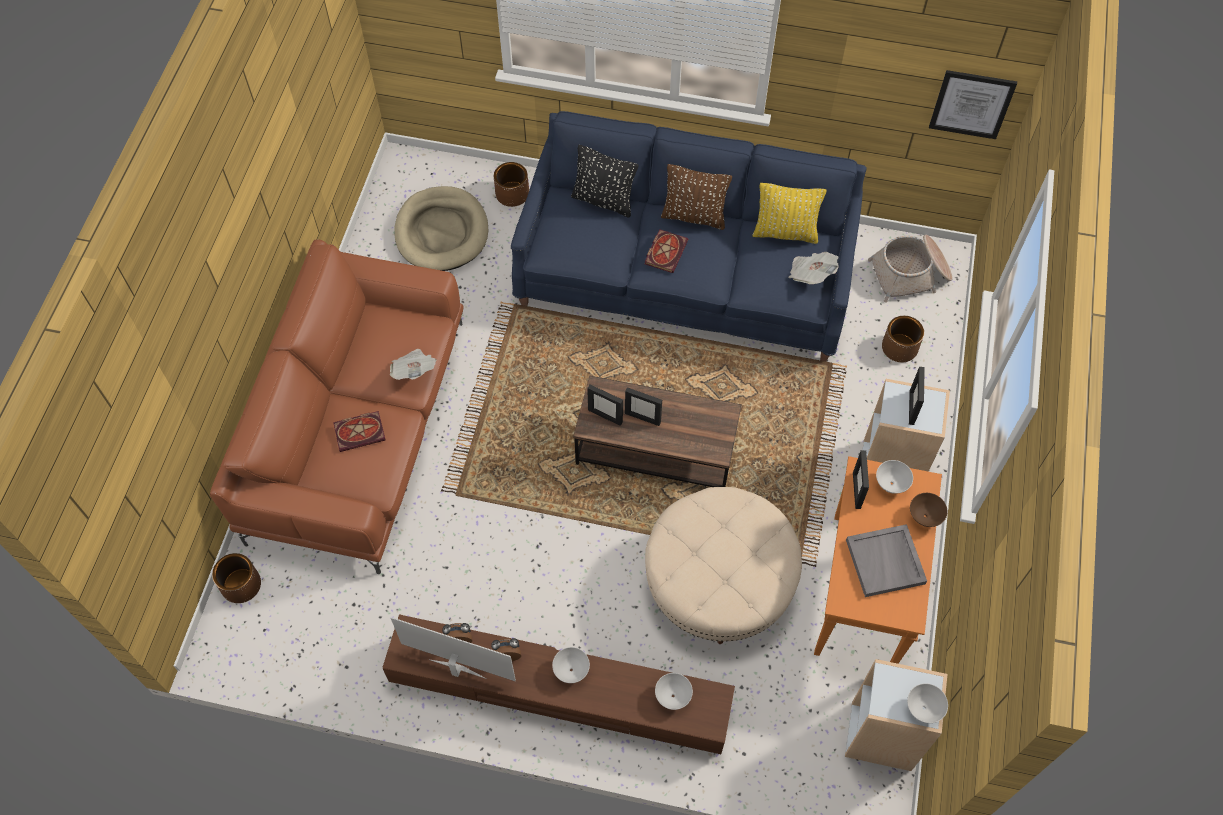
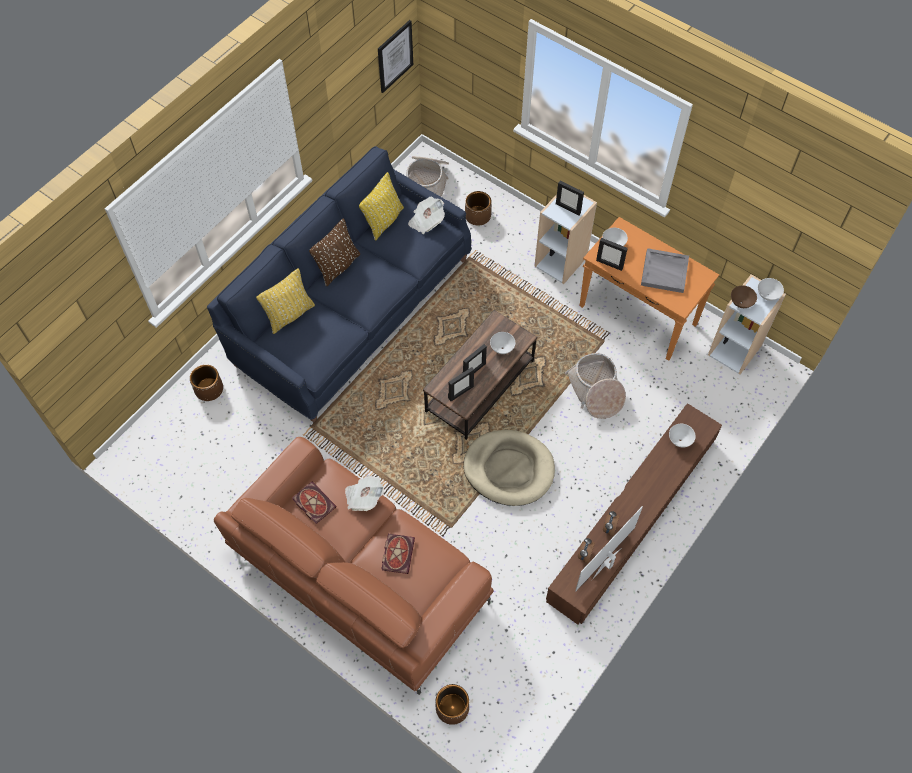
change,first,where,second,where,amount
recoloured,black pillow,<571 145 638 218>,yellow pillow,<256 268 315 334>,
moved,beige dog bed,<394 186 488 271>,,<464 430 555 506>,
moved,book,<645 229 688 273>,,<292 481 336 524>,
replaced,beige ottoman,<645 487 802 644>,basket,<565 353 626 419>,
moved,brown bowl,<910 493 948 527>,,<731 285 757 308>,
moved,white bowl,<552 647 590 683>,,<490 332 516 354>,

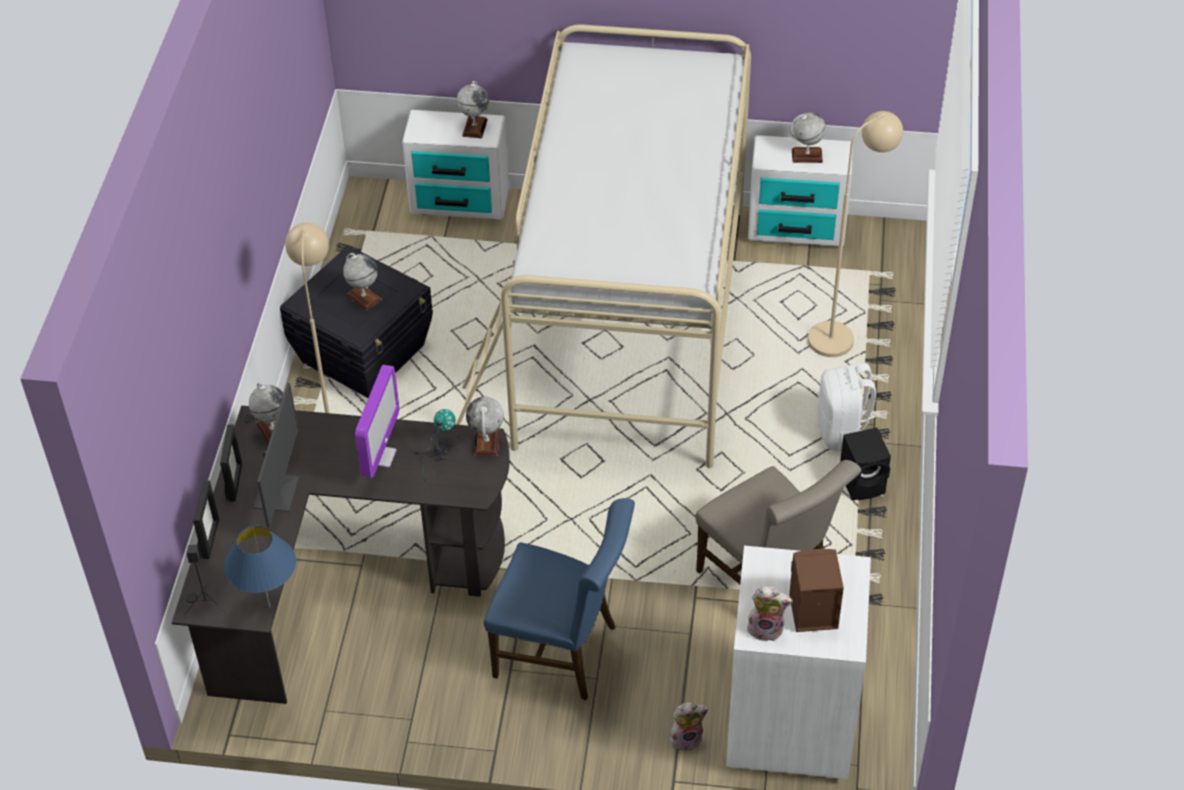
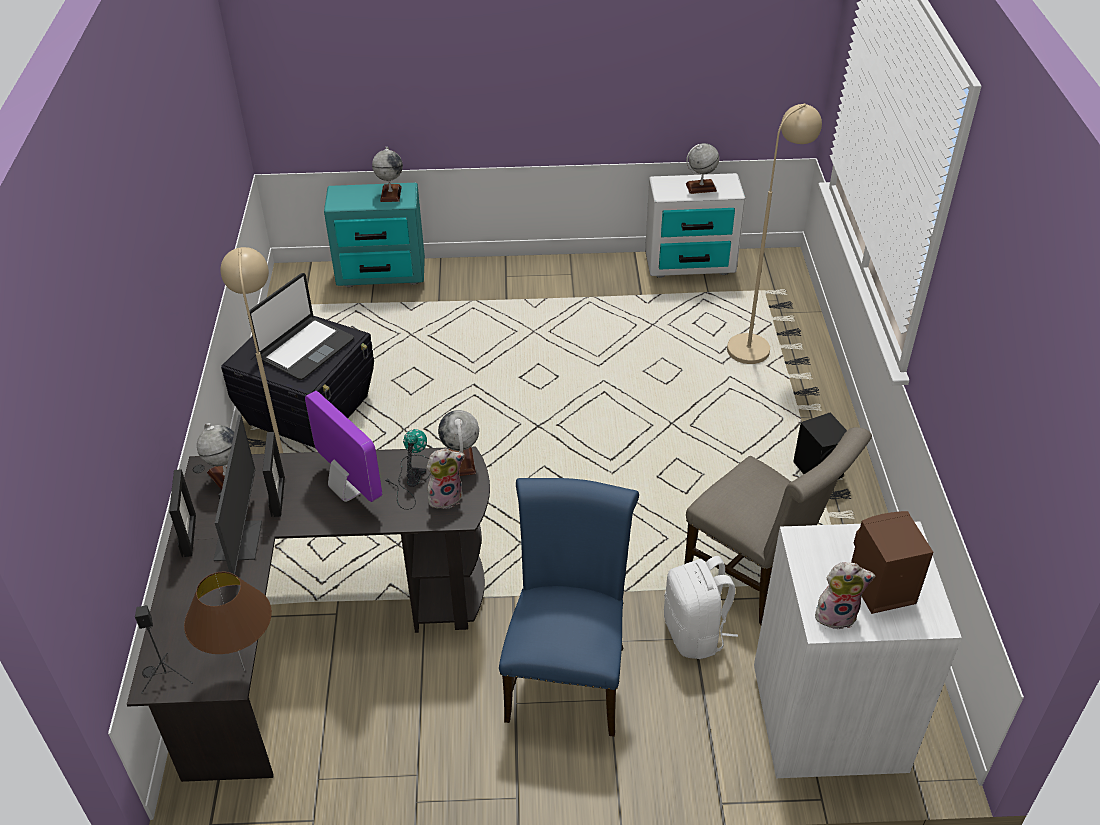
change,first,where,second,where,amount
removed,beige bed,<456 24 751 468>,,,
recoloured,white nightstand,<402 110 509 220>,turquoise nightstand,<324 183 425 288>,
replaced,globe,<343 253 382 311>,laptop,<248 273 354 380>,
moved,white backpack,<817 363 876 452>,,<664 556 738 659>,
turned,monitor,<355 365 399 478>,,<305 391 382 502>,45 degrees counterclockwise
moved,picture frame,<193 480 219 559>,,<263 432 285 517>,
turned,blue chair,<484 498 635 701>,,<499 478 639 737>,90 degrees counterclockwise
recoloured,blue table lamp,<224 526 296 608>,brown table lamp,<184 572 272 671>,
moved,plush toy,<670 703 709 751>,,<427 448 465 511>,

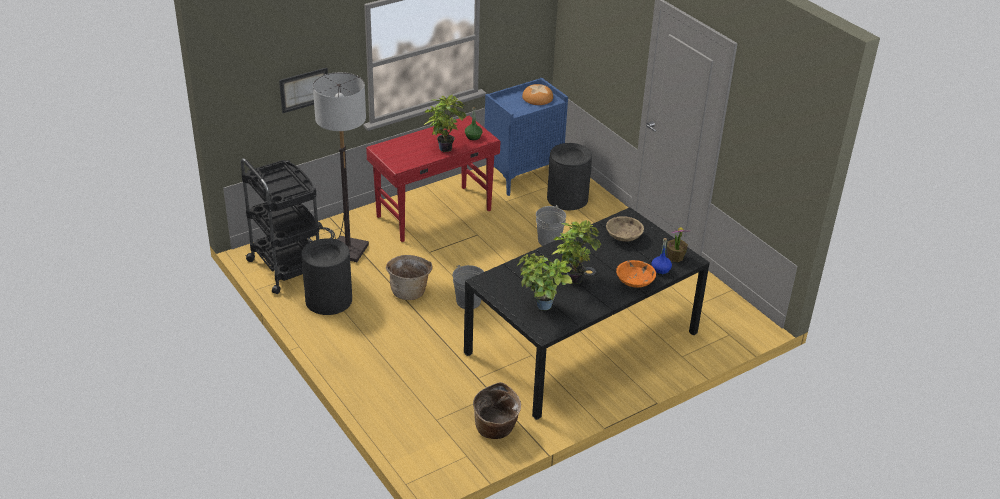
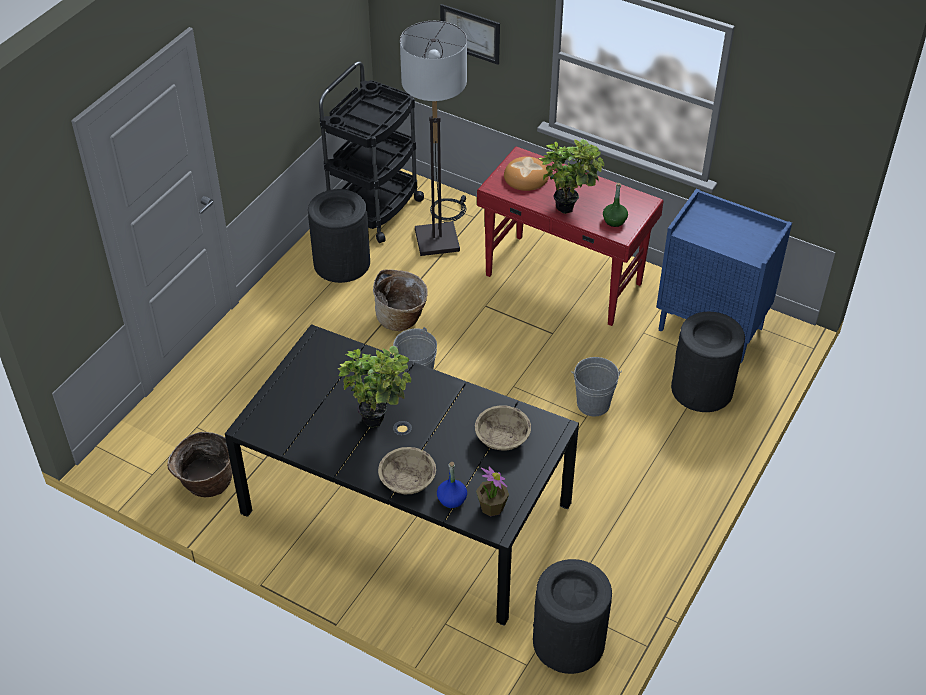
change,first,where,second,where,amount
moved,bread,<522 84 553 105>,,<504 156 549 191>,
removed,potted plant,<517 253 573 310>,,,
recoloured,orange bowl,<616 260 656 288>,beige bowl,<378 447 436 494>,
added,,,black trash can,<533 559 612 674>,

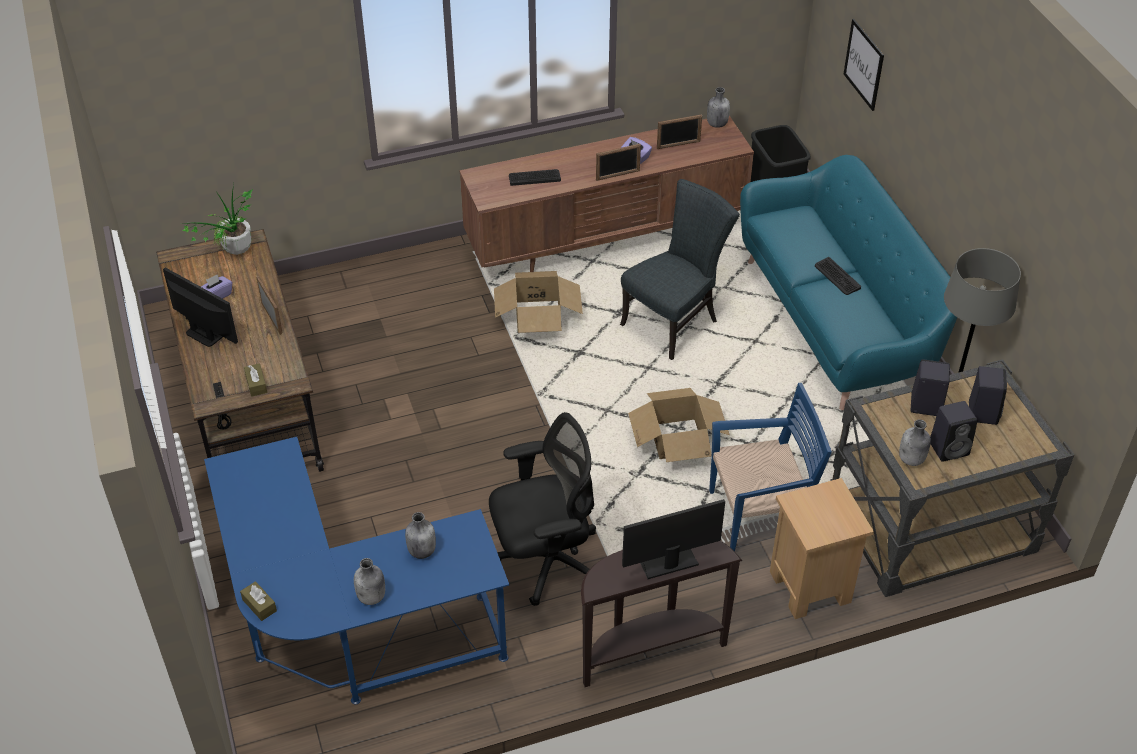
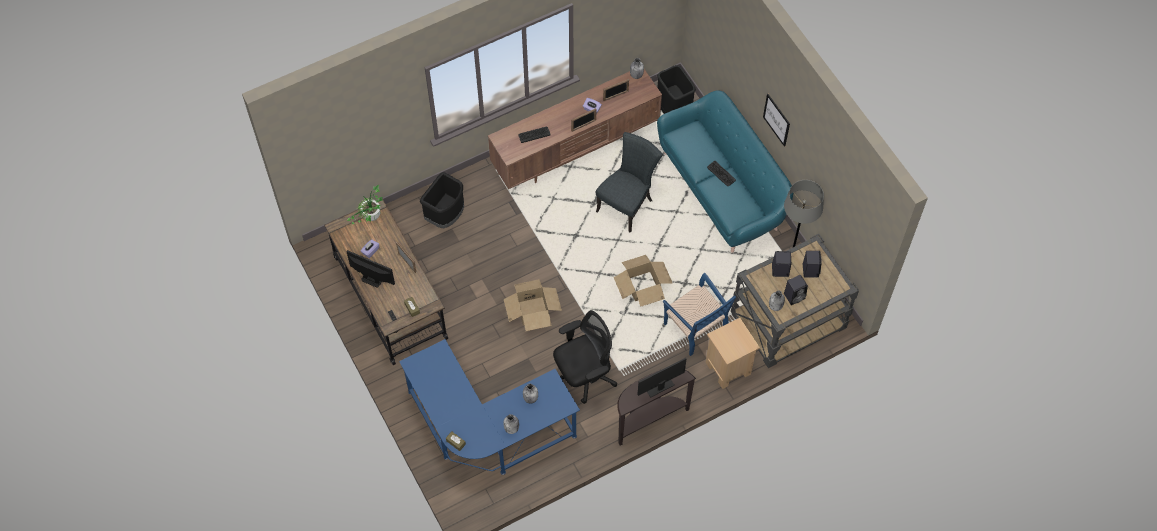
change,first,where,second,where,amount
moved,picture,<844 19 884 111>,,<763 94 790 147>,
moved,cardboard box,<494 271 583 333>,,<504 279 562 331>,
turned,blue armchair,<709 383 832 551>,,<663 272 736 356>,75 degrees clockwise
added,,,black trash can,<420 172 464 228>,

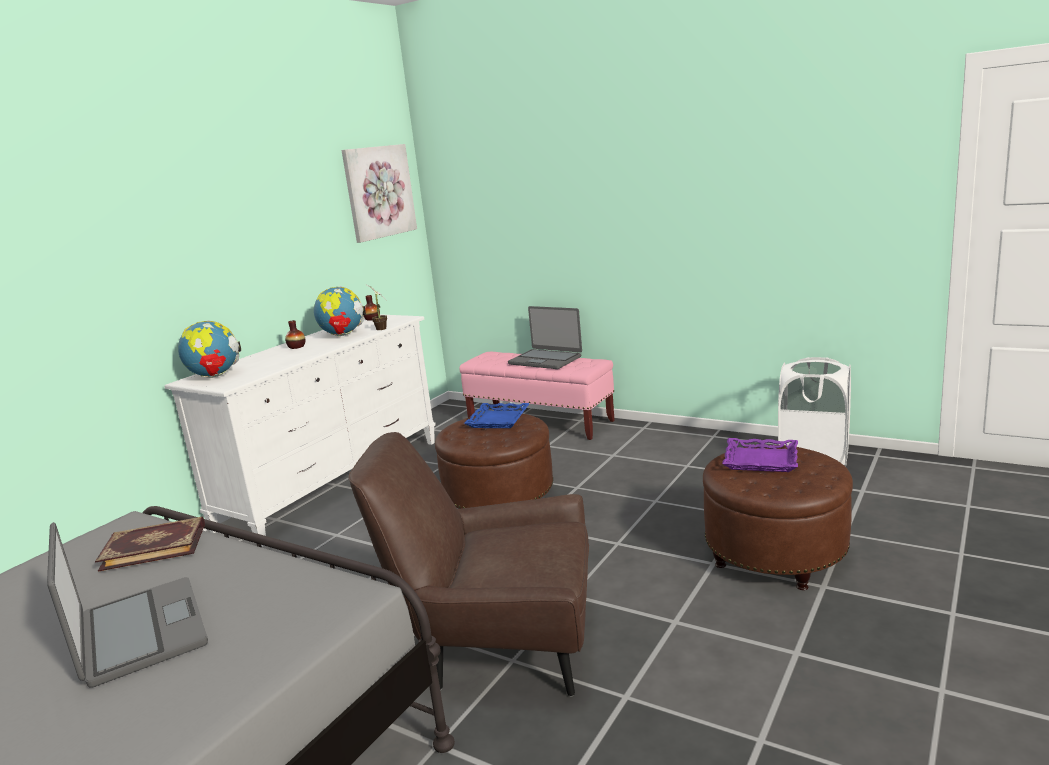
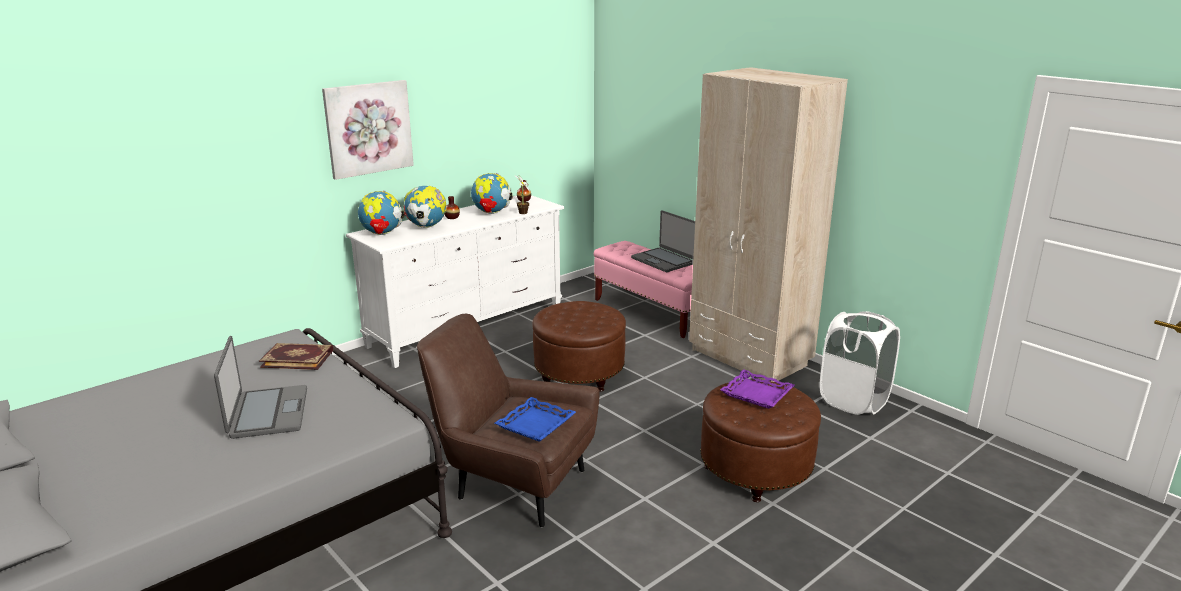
change,first,where,second,where,amount
moved,picture,<342 144 417 243>,,<322 80 414 180>,
moved,blue tray,<464 403 530 428>,,<495 397 576 442>,
added,,,beige wardrobe,<689 67 848 382>,
added,,,globe,<404 186 446 228>,

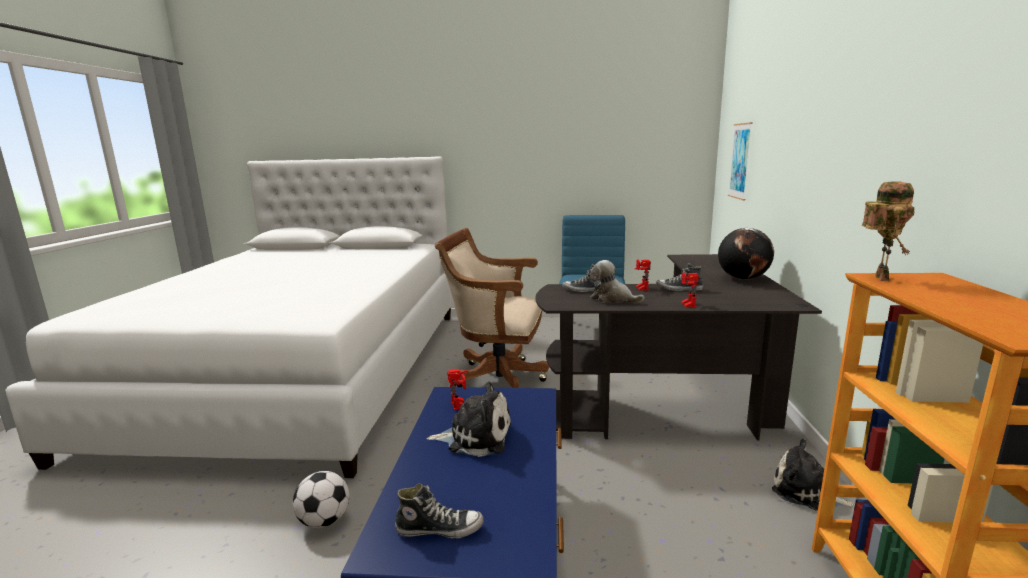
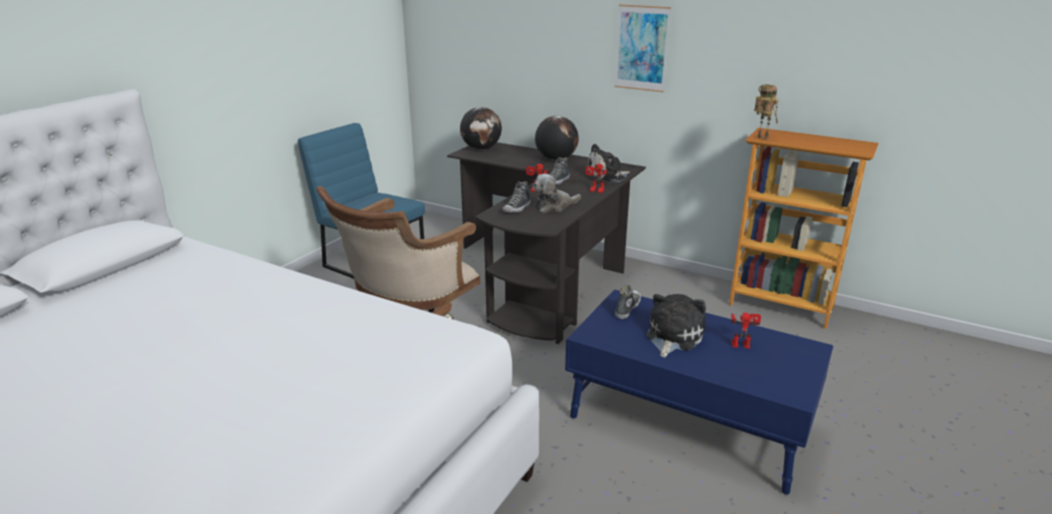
change,first,where,second,where,amount
moved,picture,<728 122 753 201>,,<615 4 671 92>,
moved,toy robot,<447 369 469 410>,,<731 313 761 348>,
moved,plush toy,<772 439 855 511>,,<584 144 630 183>,
removed,football,<293 471 349 528>,,,
moved,shoe,<395 484 484 539>,,<615 285 641 319>,
added,,,globe,<460 107 502 150>,

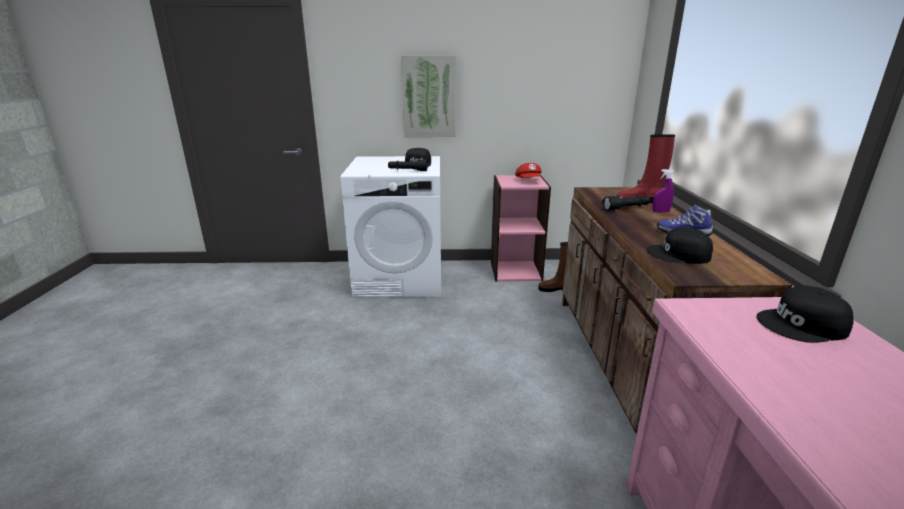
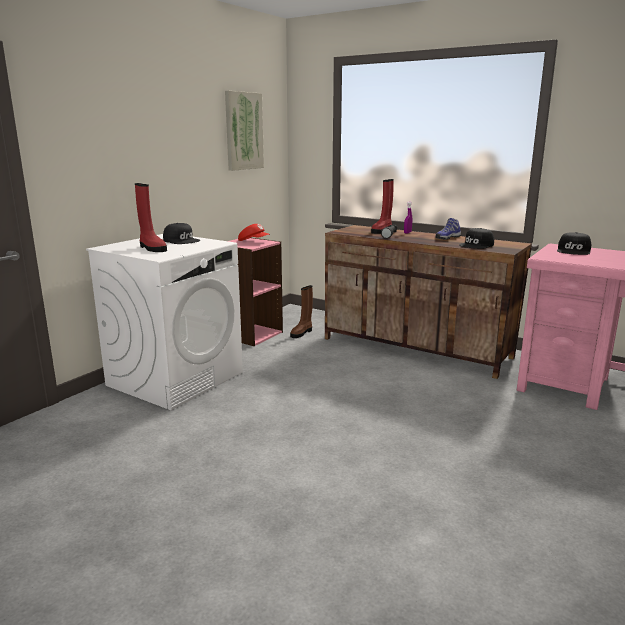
change,first,where,second,where,amount
moved,picture,<401 55 456 137>,,<225 91 264 171>,
removed,black flashlight,<388 159 428 171>,,,
added,,,red boot,<135 183 167 252>,

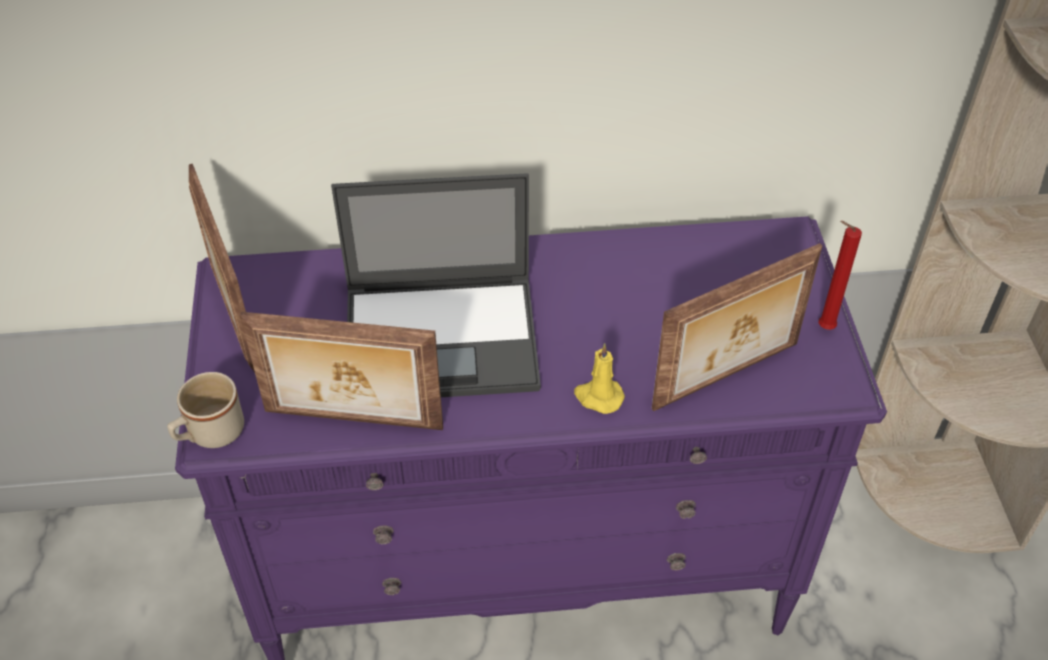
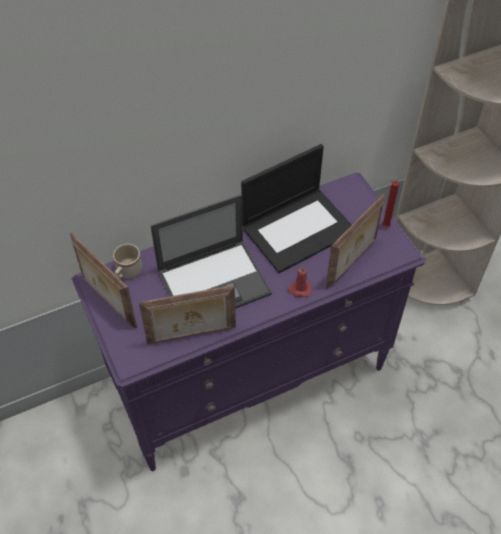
change,first,where,second,where,amount
recoloured,yellow candle,<574 343 625 414>,red candle,<287 266 312 297>,
moved,beige mug,<167 372 244 448>,,<113 244 142 279>,
added,,,laptop,<241 144 352 273>,

